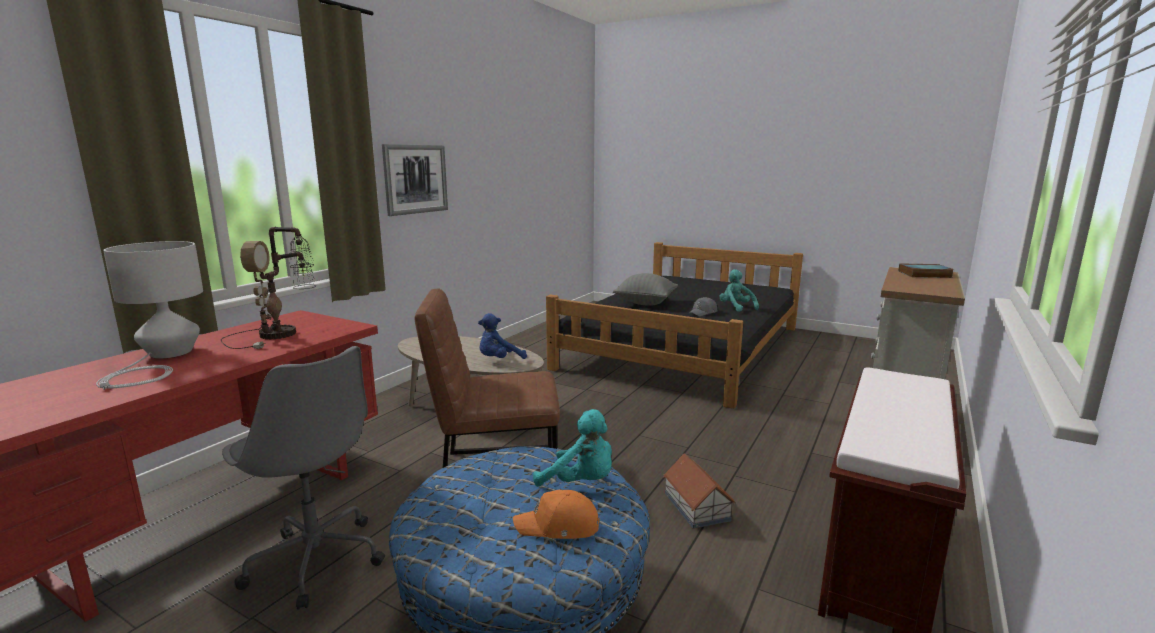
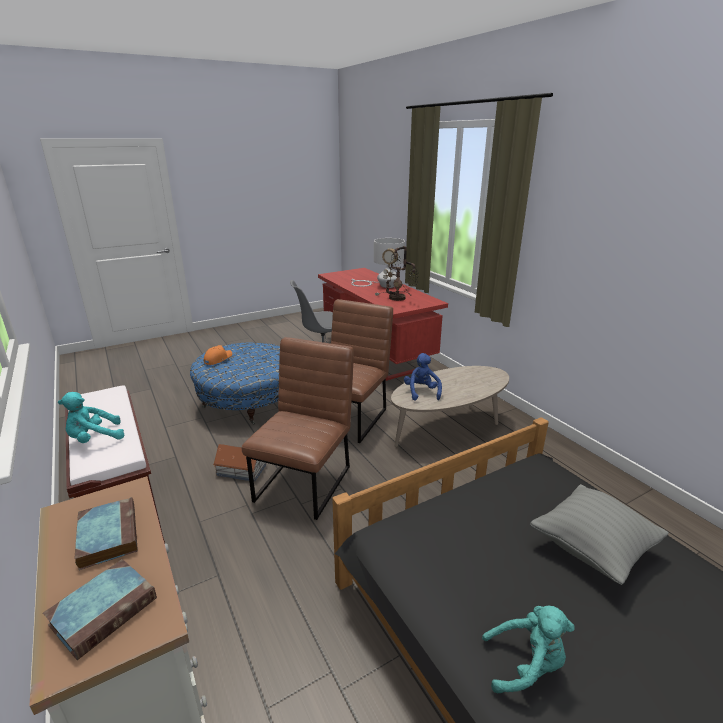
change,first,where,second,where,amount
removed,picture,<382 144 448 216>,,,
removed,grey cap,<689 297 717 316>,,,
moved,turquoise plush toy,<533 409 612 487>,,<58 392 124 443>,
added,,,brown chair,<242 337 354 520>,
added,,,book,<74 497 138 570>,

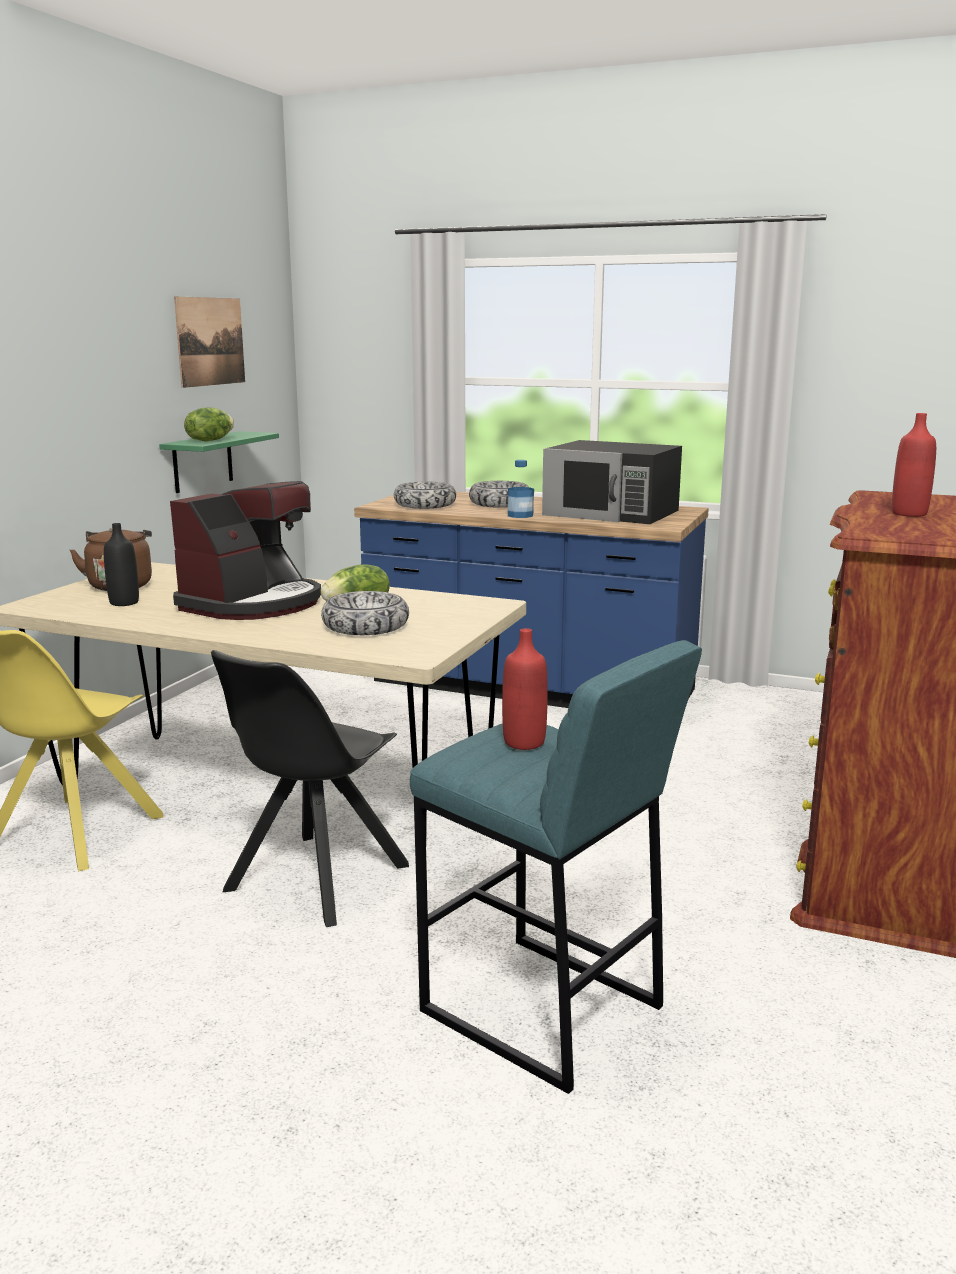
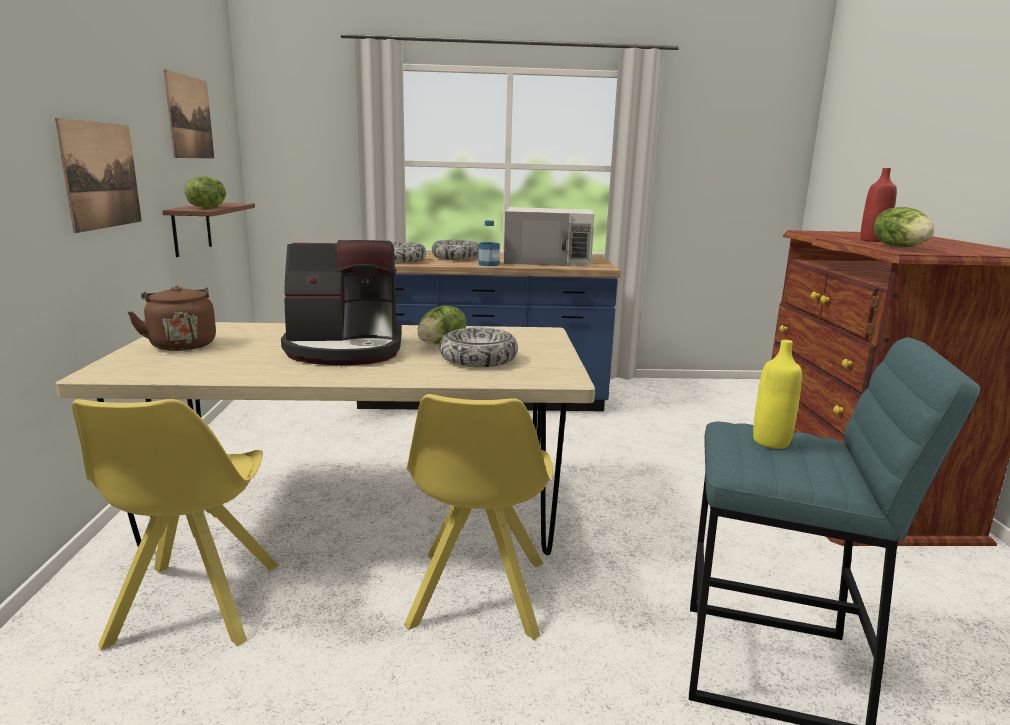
change,first,where,second,where,amount
recoloured,green shelf,<159 431 279 493>,brown shelf,<162 203 255 257>,
recoloured,black microwave,<542 440 682 524>,white microwave,<504 207 594 266>,
turned,coffee machine,<170 481 321 620>,,<281 240 402 365>,75 degrees clockwise
removed,black bottle,<104 523 139 606>,,,
recoloured,red bottle,<502 628 548 750>,yellow bottle,<753 340 802 448>,
recoloured,black chair,<211 650 409 927>,yellow chair,<404 394 553 640>,
added,,,picture,<55 118 142 233>,
added,,,lettuce,<874 207 934 247>,

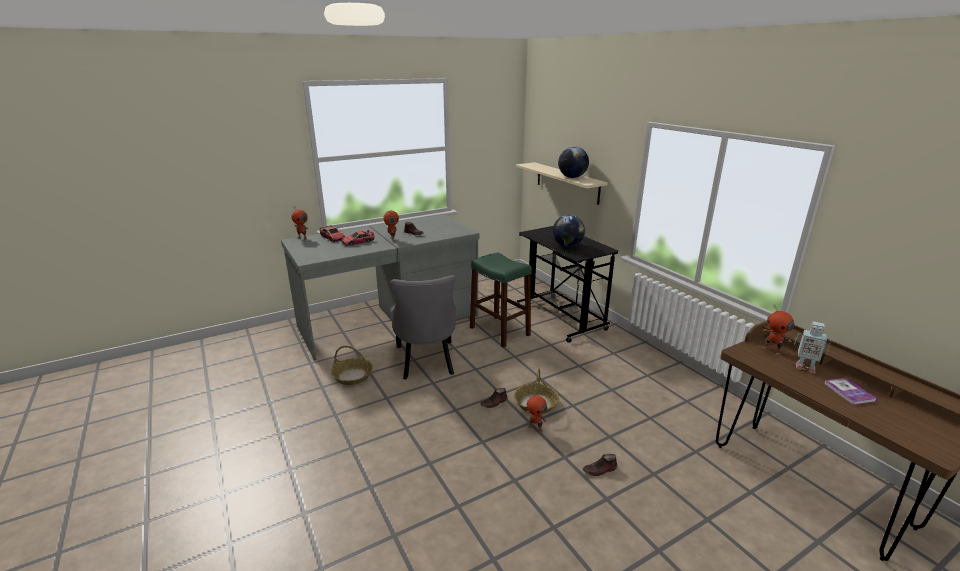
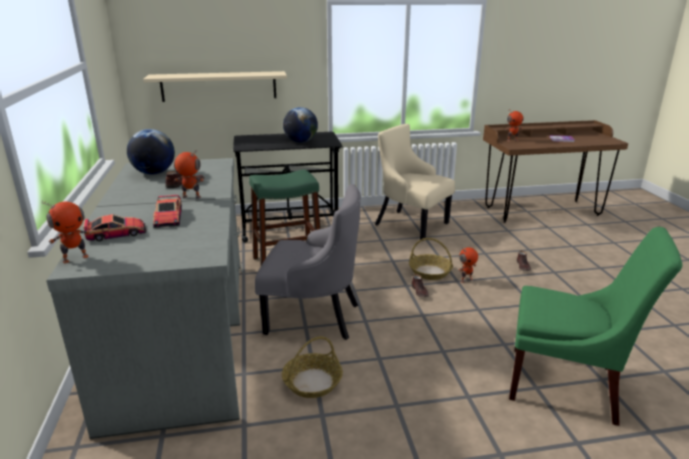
change,first,where,second,where,amount
moved,globe,<558 147 589 178>,,<127 129 175 175>,
removed,toy robot,<794 321 831 373>,,,
added,,,beige chair,<375 124 455 241>,
added,,,green chair,<509 227 683 426>,

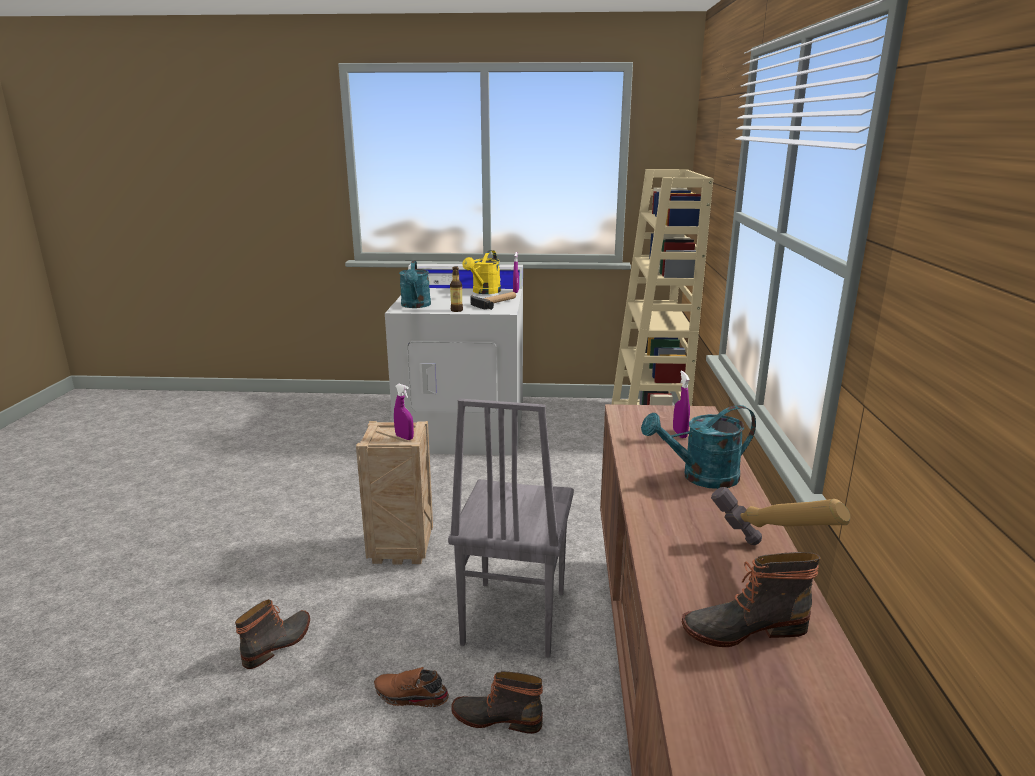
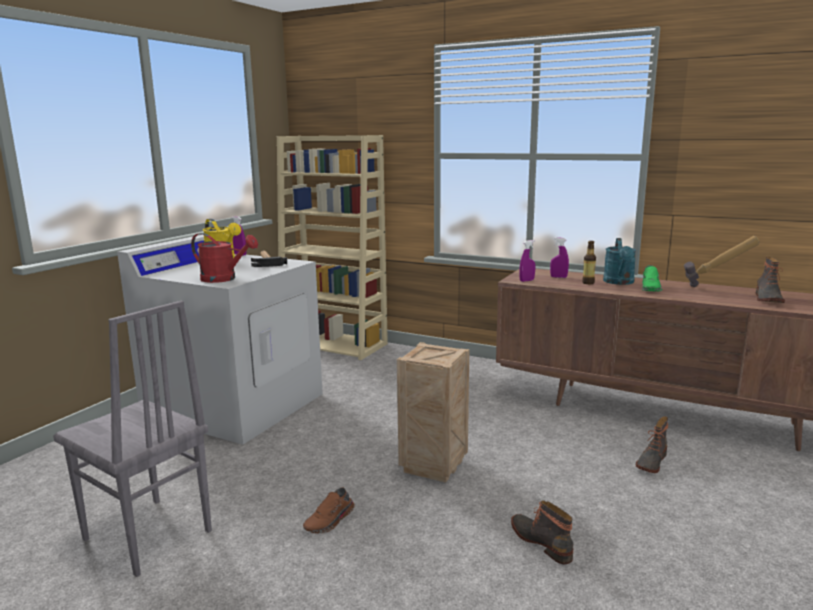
change,first,where,second,where,amount
recoloured,turquoise watering can,<399 260 431 308>,red watering can,<191 233 258 283>,
moved,bottle,<450 266 463 312>,,<582 241 596 284>,
moved,purple spray bottle,<394 384 414 440>,,<519 240 535 282>,
moved,grey chair,<448 398 574 658>,,<53 301 212 577>,
moved,brown shoe,<374 667 449 707>,,<303 487 354 533>,
added,,,green shoe,<642 265 662 291>,

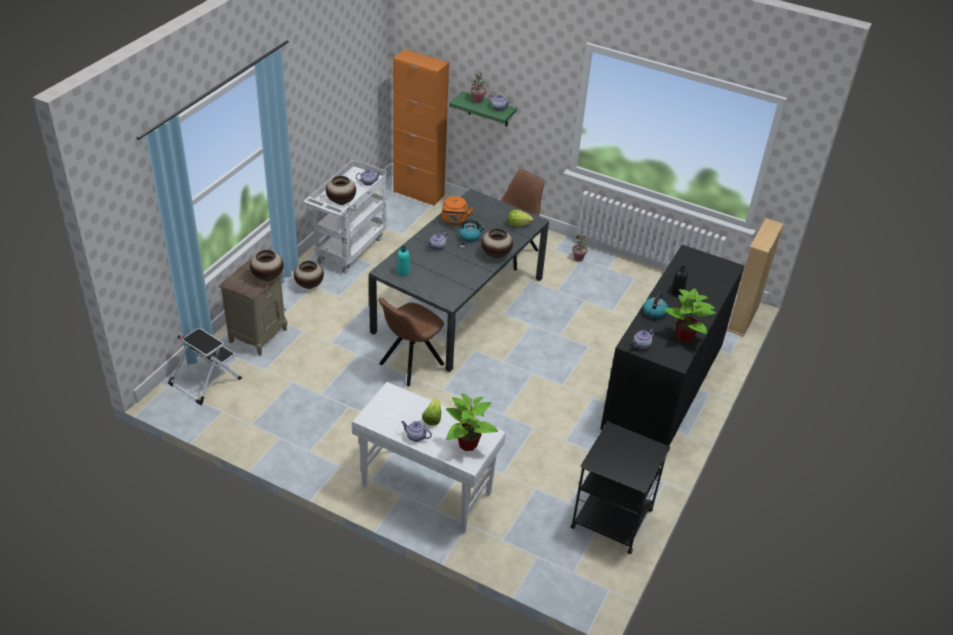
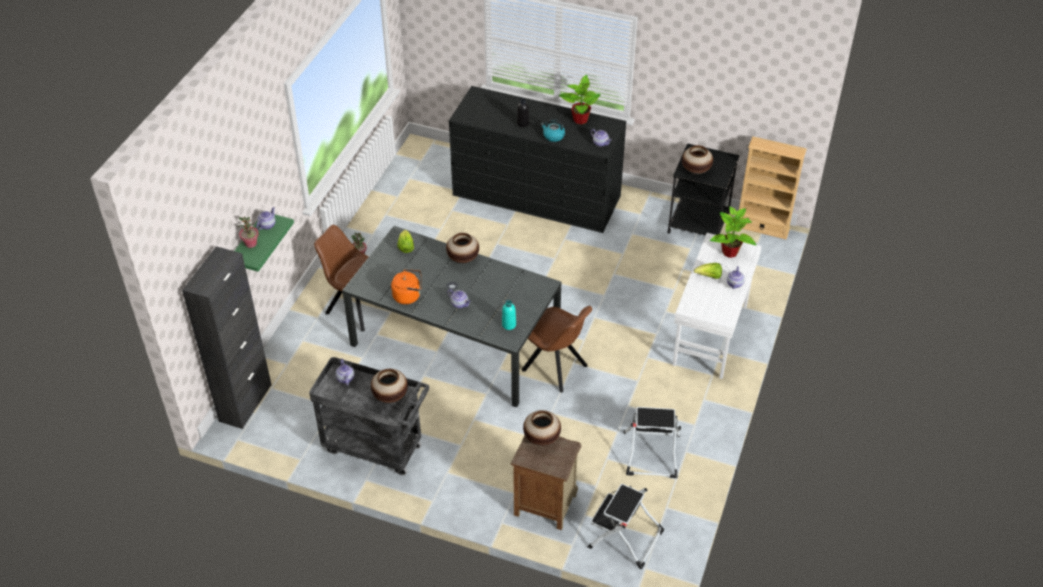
change,first,where,second,where,amount
recoloured,orange cabinet,<393 49 449 206>,black cabinet,<182 246 272 429>,
recoloured,white cart,<304 160 387 273>,black cart,<309 357 429 475>,
moved,beige bookcase,<727 218 784 337>,,<739 136 807 239>,
removed,kettle,<459 219 485 242>,,,
moved,vase,<294 261 324 289>,,<682 145 713 175>,
added,,,step ladder,<624 407 681 478>,

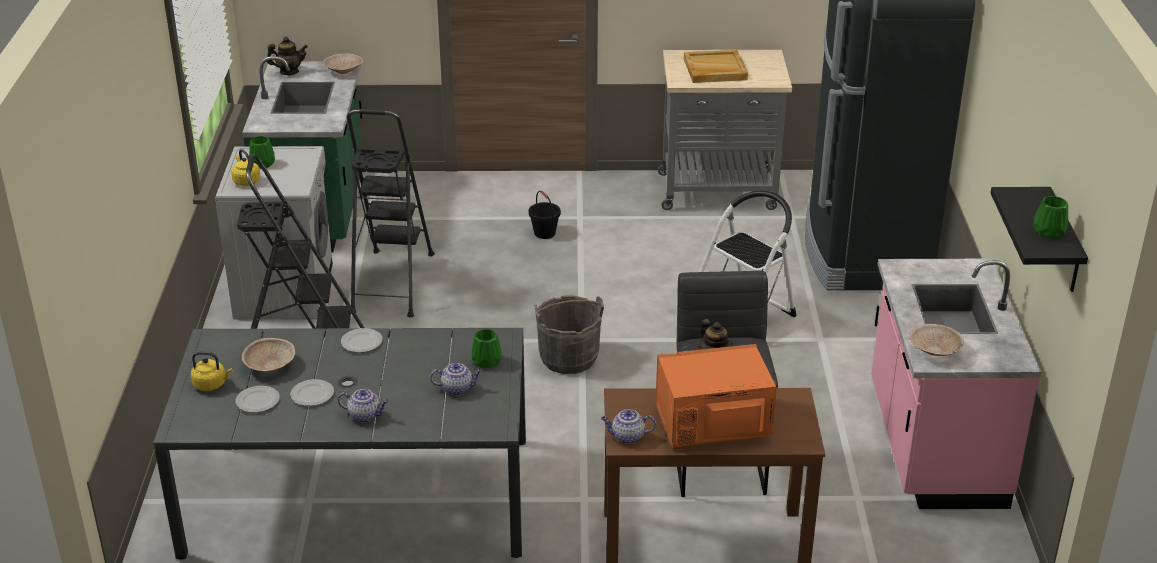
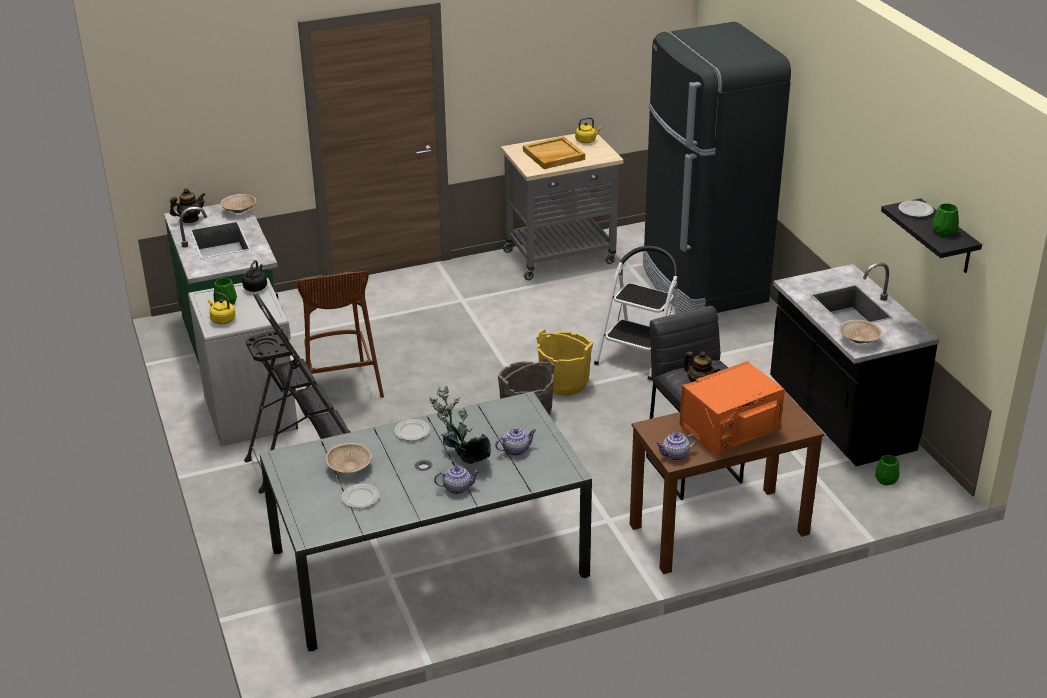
change,first,where,second,where,amount
replaced,step ladder,<347 109 435 317>,brown stool,<297 271 384 398>,
removed,black bucket,<529 191 561 239>,,,
recoloured,pink counter,<871 259 1041 509>,black counter,<770 263 940 466>,
moved,green vase,<472 329 502 368>,,<875 455 899 485>,
moved,yellow kettle,<191 352 232 391>,,<575 117 602 143>,
moved,plate,<290 379 334 406>,,<899 201 934 217>,
added,,,black kettle,<242 260 267 292>,
added,,,yellow bucket,<536 329 593 395>,
added,,,potted plant,<429 386 491 464>,

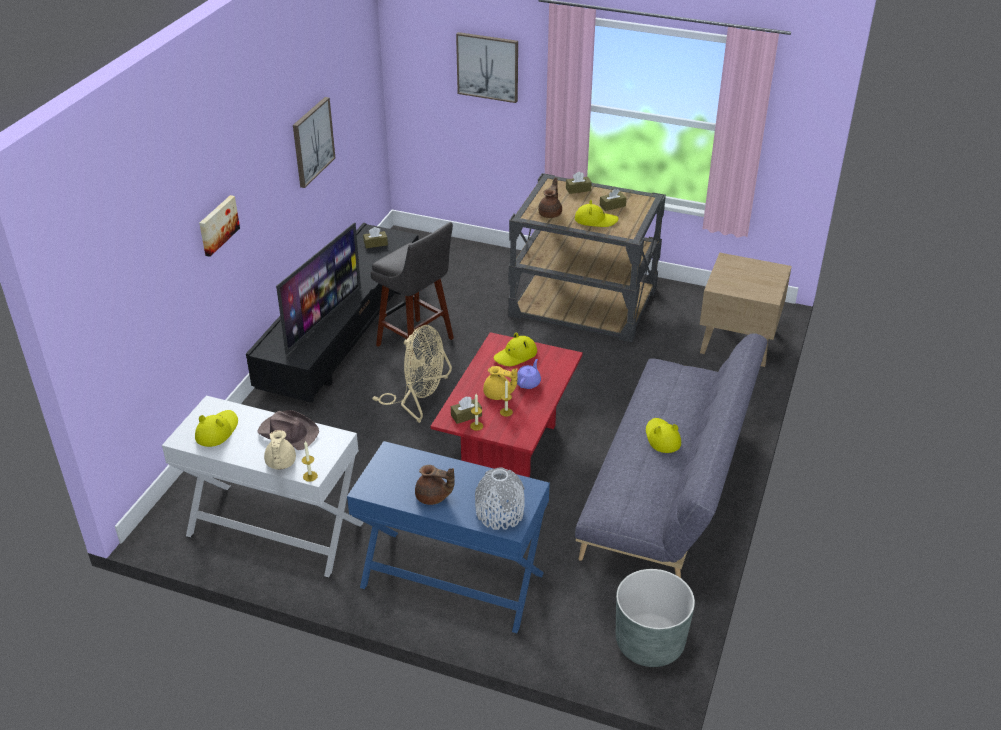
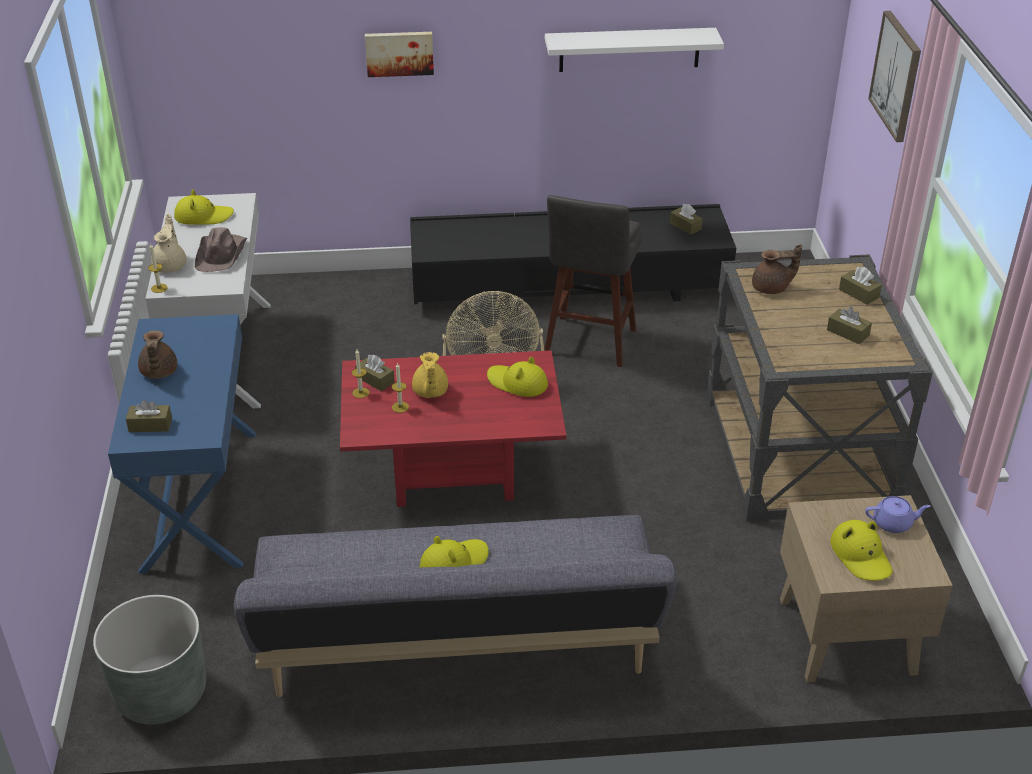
change,first,where,second,where,amount
replaced,picture,<293 97 335 188>,white shelf,<545 28 724 72>,
moved,yellow hat,<575 200 619 227>,,<830 520 892 581>,
removed,television,<276 222 361 355>,,,
moved,purple teapot,<517 359 541 389>,,<865 496 930 533>,
turned,beige teapot,<264 430 296 470>,,<151 214 187 273>,120 degrees clockwise
replaced,grey vase,<475 467 525 530>,brown tissue box,<126 399 172 432>,

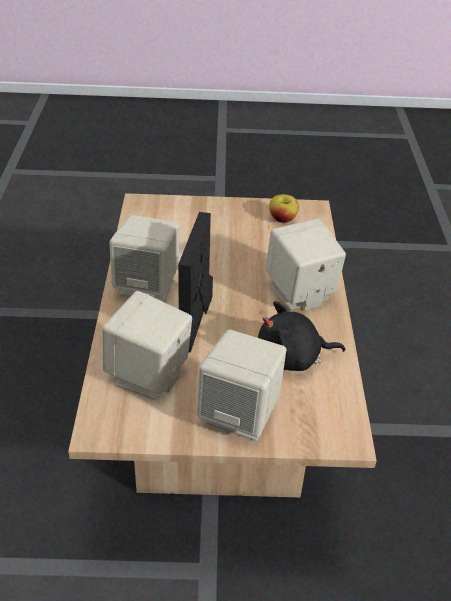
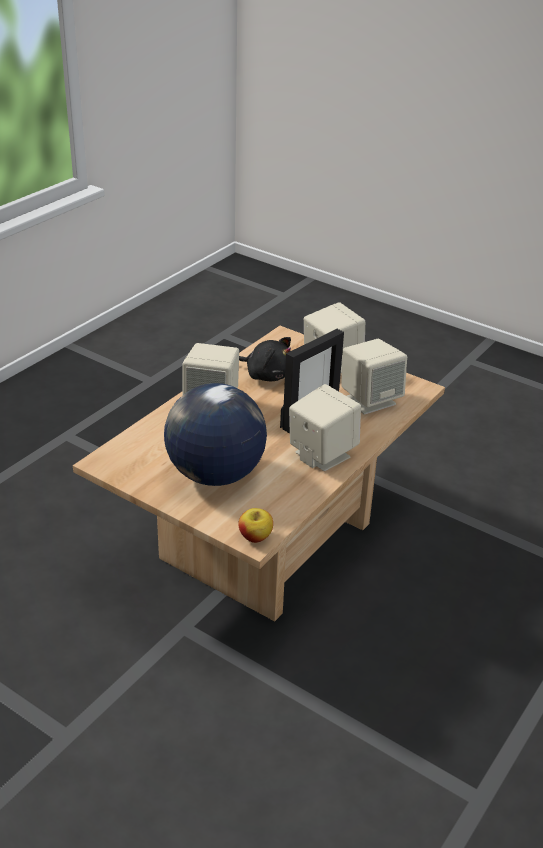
change,first,where,second,where,amount
moved,apple,<269 194 299 223>,,<238 508 273 543>,
added,,,globe,<164 383 267 486>,

